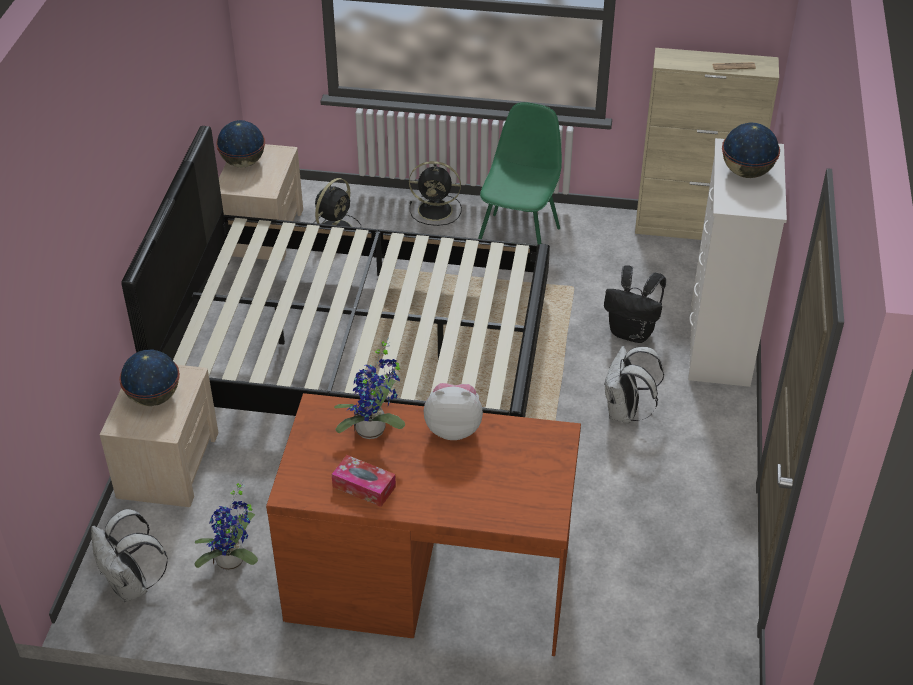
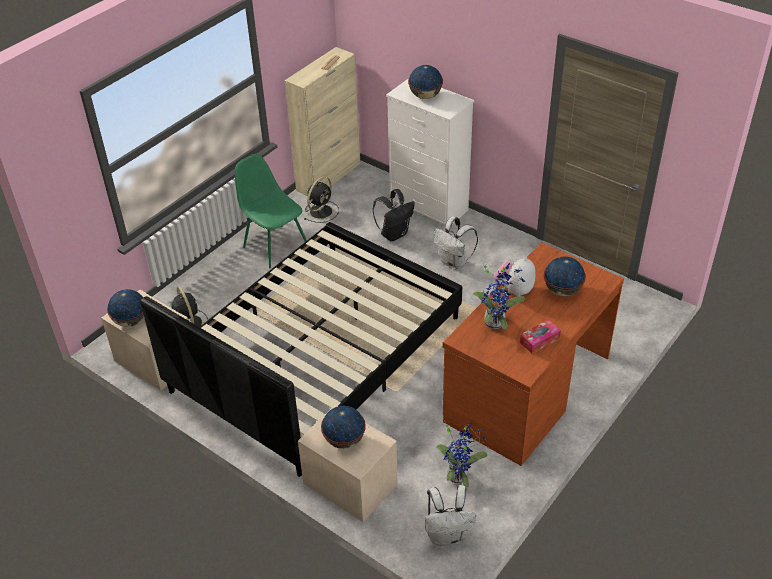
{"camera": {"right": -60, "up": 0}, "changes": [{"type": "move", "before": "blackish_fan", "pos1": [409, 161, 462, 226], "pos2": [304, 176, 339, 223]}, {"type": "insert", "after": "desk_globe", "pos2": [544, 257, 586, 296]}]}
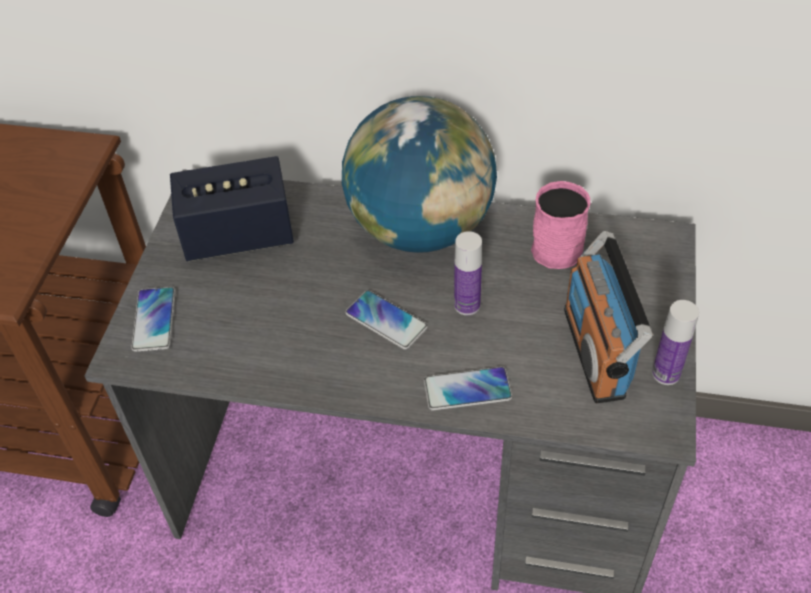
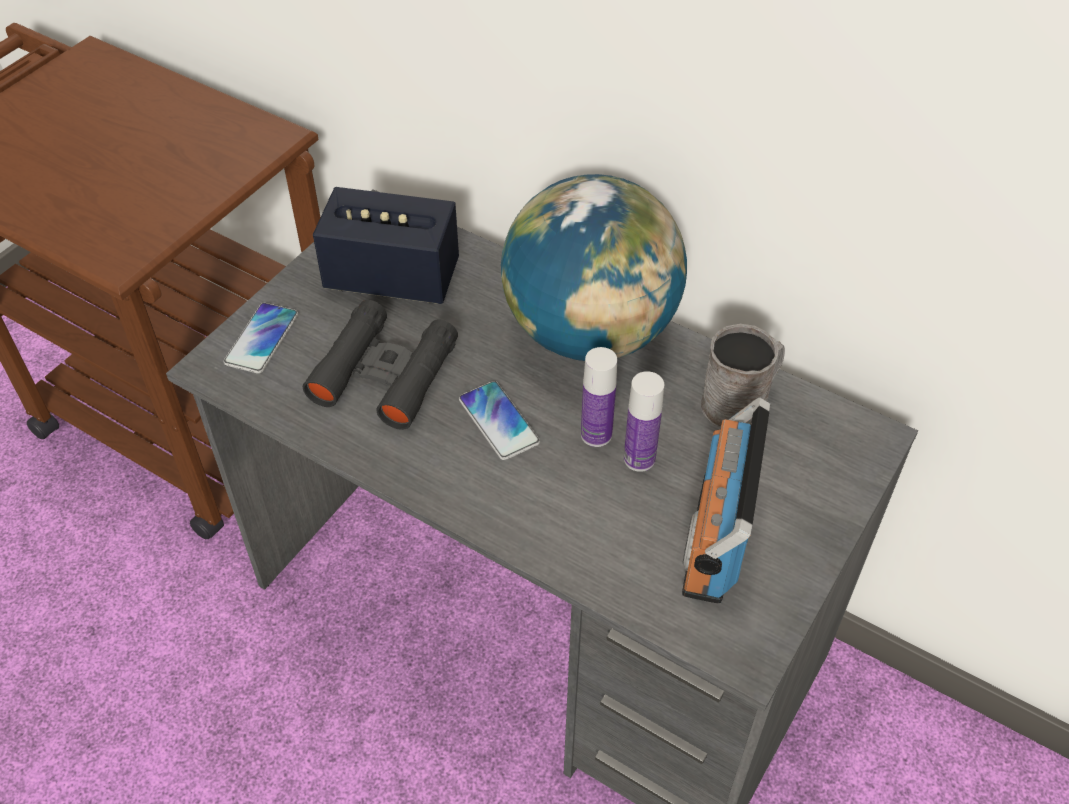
{"camera": {"right": 20, "up": 0}, "changes": [{"type": "delete", "before": "telephone", "pos1": [424, 367, 512, 410]}, {"type": "recolor", "before": "pink_mug", "after": "gray_mug", "pos1": [531, 181, 591, 269], "pos2": [701, 324, 785, 428]}, {"type": "move", "before": "beverage_bottle", "pos1": [652, 300, 699, 385], "pos2": [624, 371, 664, 472]}, {"type": "insert", "after": "blackish_field_glasses", "pos2": [303, 300, 458, 430]}]}
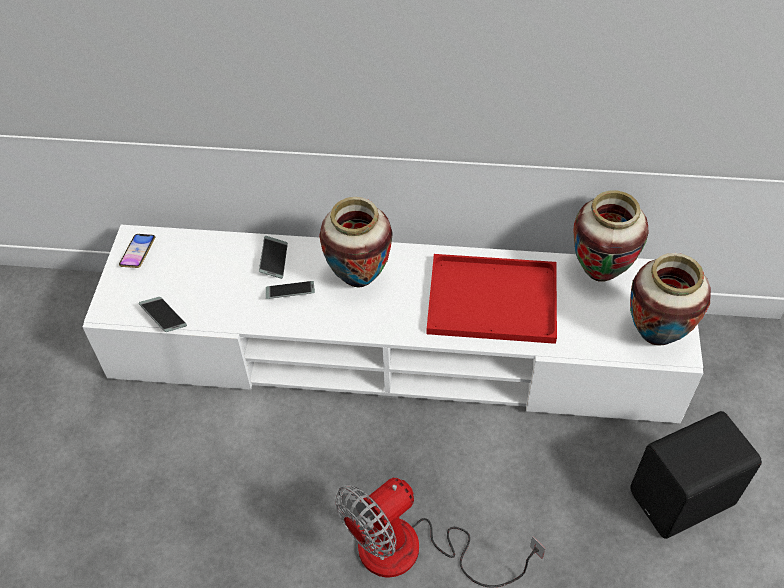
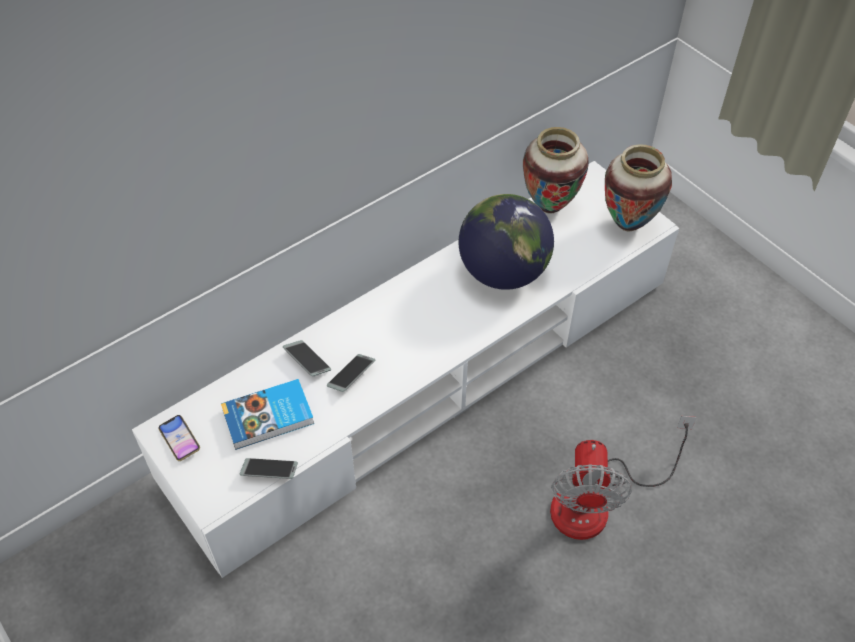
{"camera": {"right": -45, "up": 0}, "changes": [{"type": "delete", "before": "flower_vase", "pos1": [319, 197, 393, 287]}, {"type": "replace", "before": "red_serving_tray", "after": "desk_globe", "pos1": [426, 254, 557, 344], "pos2": [459, 194, 554, 290]}, {"type": "delete", "before": "blackish_loudspeaker", "pos1": [630, 411, 762, 539]}, {"type": "insert", "after": "volume", "pos2": [221, 379, 314, 450]}]}
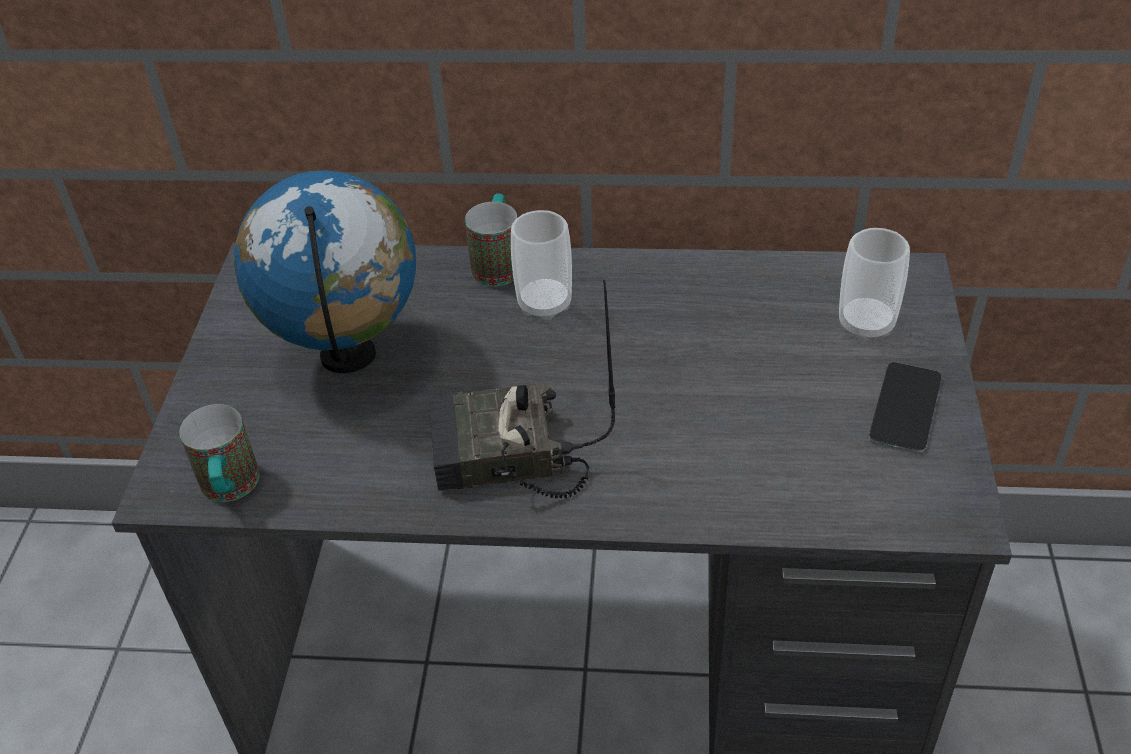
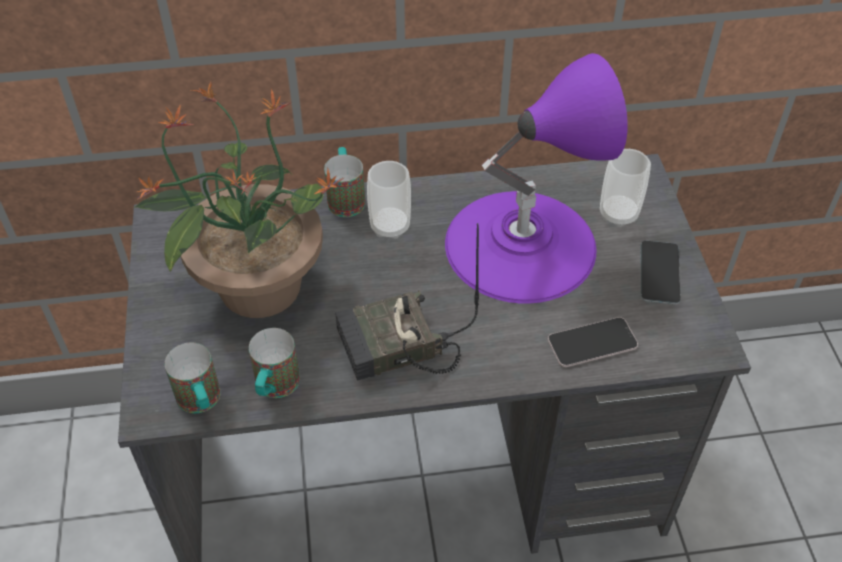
{"camera": {"right": -15, "up": 5}, "changes": [{"type": "replace", "before": "desk_globe", "after": "potted_plant", "pos1": [234, 170, 416, 373], "pos2": [135, 81, 344, 318]}, {"type": "insert", "after": "mug", "pos2": [249, 328, 300, 398]}, {"type": "insert", "after": "purple-coloured_table_lamp", "pos2": [445, 53, 628, 304]}, {"type": "insert", "after": "telephone", "pos2": [548, 317, 638, 367]}]}
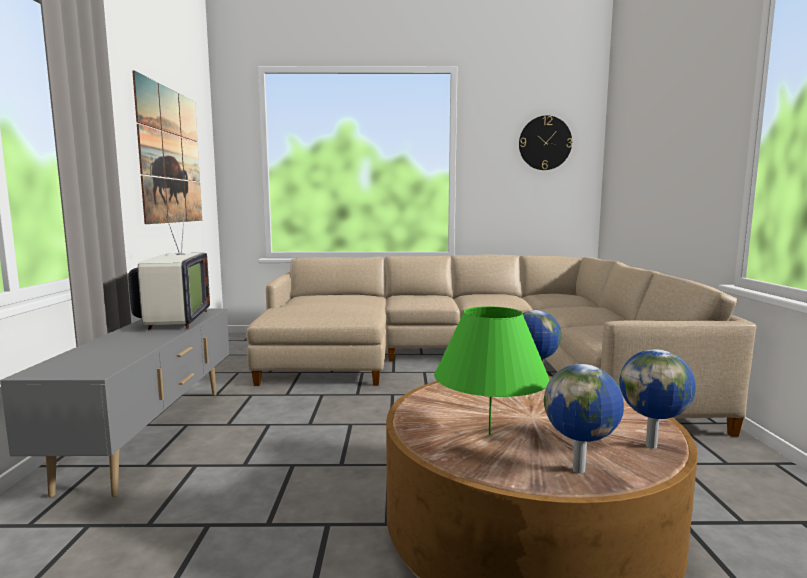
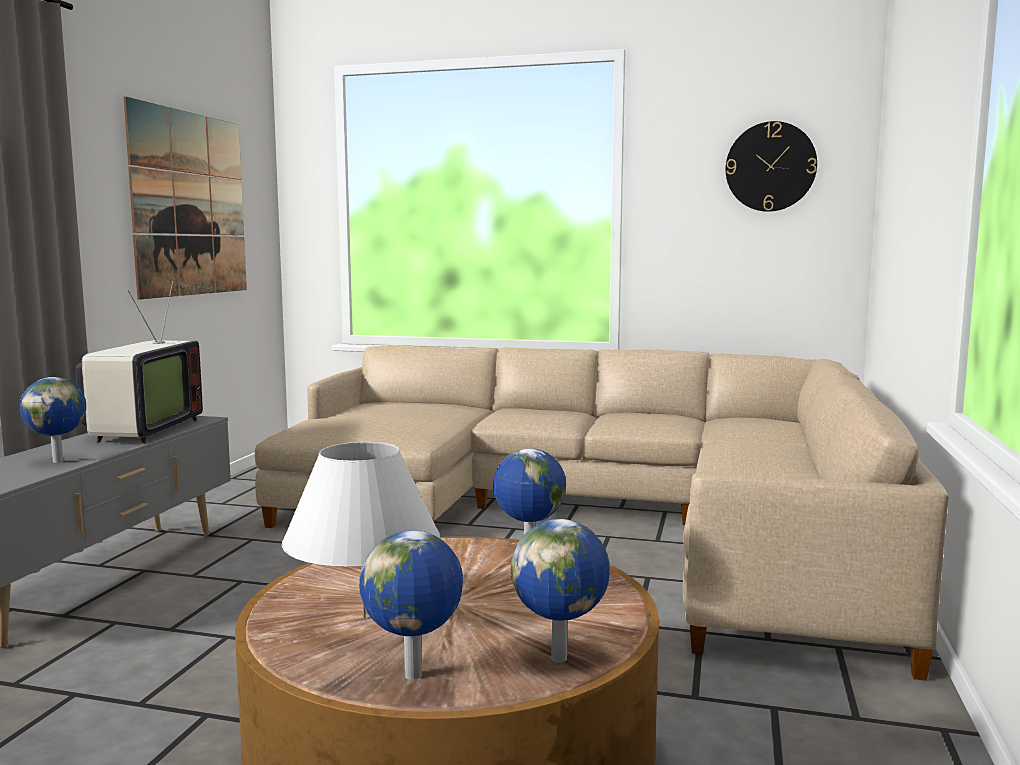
{"camera": {"right": 15, "up": 0}, "changes": [{"type": "recolor", "before": "green-coloured_table_lamp", "after": "whitish_table_lamp", "pos1": [434, 306, 550, 435], "pos2": [282, 442, 440, 618]}, {"type": "insert", "after": "desk_globe", "pos2": [20, 377, 86, 463]}]}
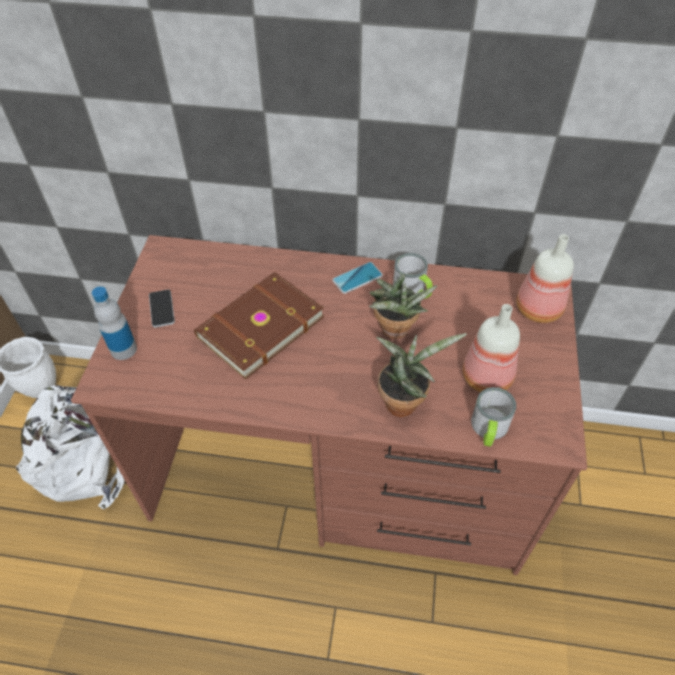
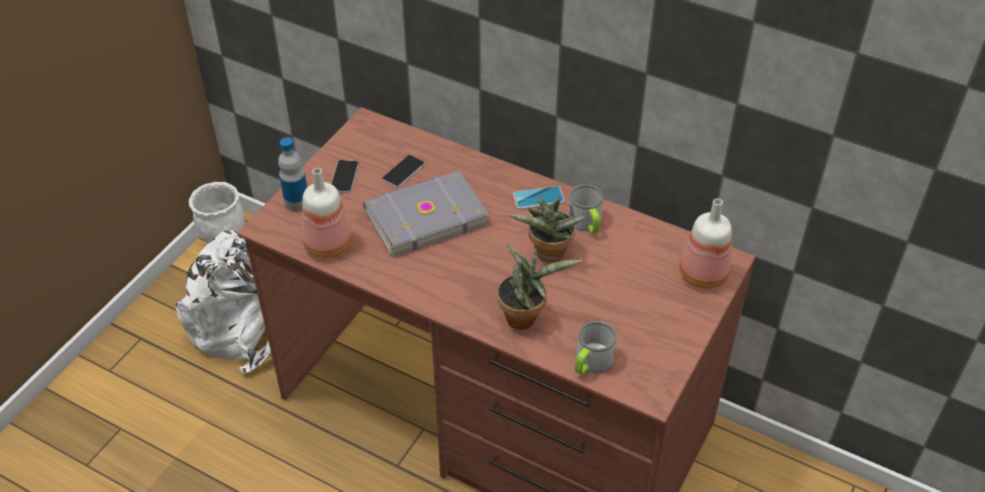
{"camera": {"right": 20, "up": -5}, "changes": [{"type": "recolor", "before": "brownish_volume", "after": "gray_volume", "pos1": [194, 272, 324, 379], "pos2": [363, 170, 489, 258]}, {"type": "move", "before": "beverage_bottle", "pos1": [463, 304, 520, 392], "pos2": [302, 168, 352, 258]}, {"type": "insert", "after": "telephone", "pos2": [382, 155, 424, 188]}]}
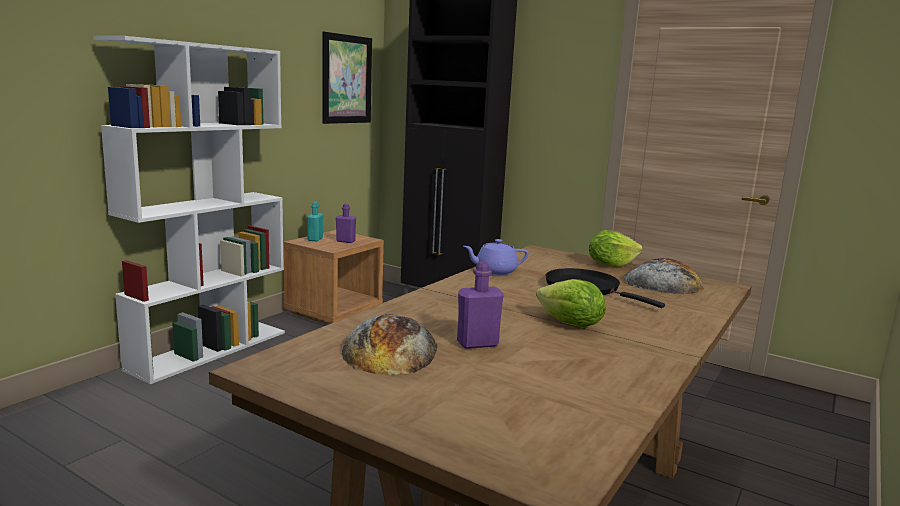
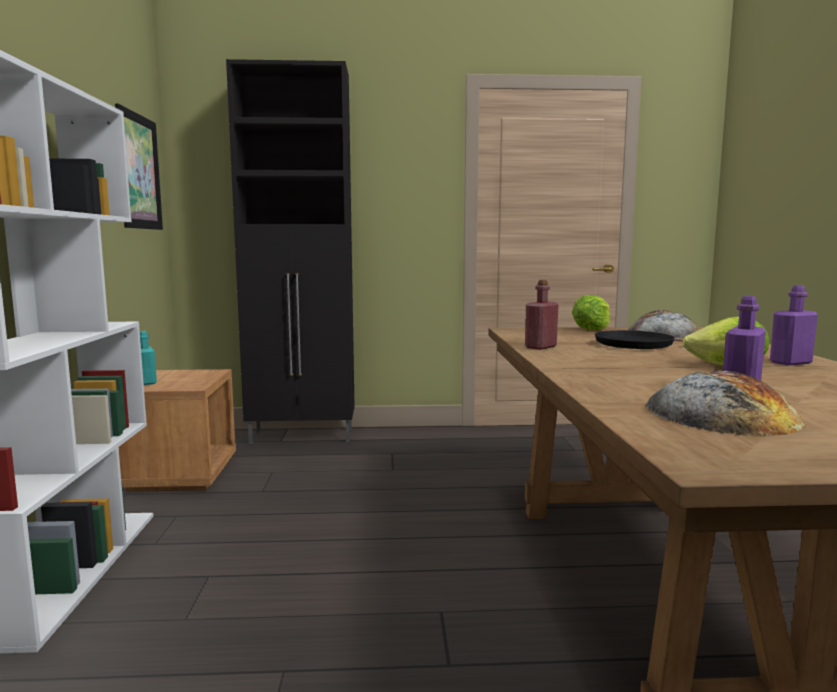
{"camera": {"right": -35, "up": -5}, "changes": [{"type": "move", "before": "purple-coloured_beverage_bottle", "pos1": [336, 204, 356, 243], "pos2": [770, 285, 818, 366]}, {"type": "replace", "before": "purple-coloured_tea_pot", "after": "red_beverage_bottle", "pos1": [463, 239, 528, 275], "pos2": [525, 280, 559, 350]}]}
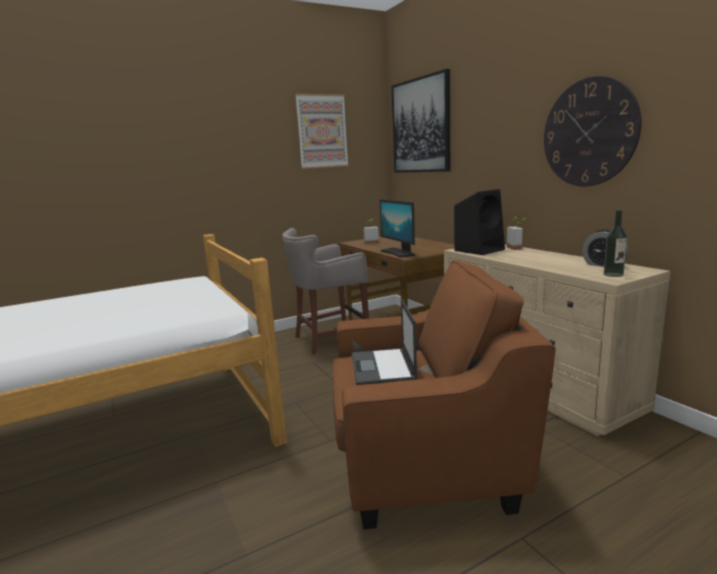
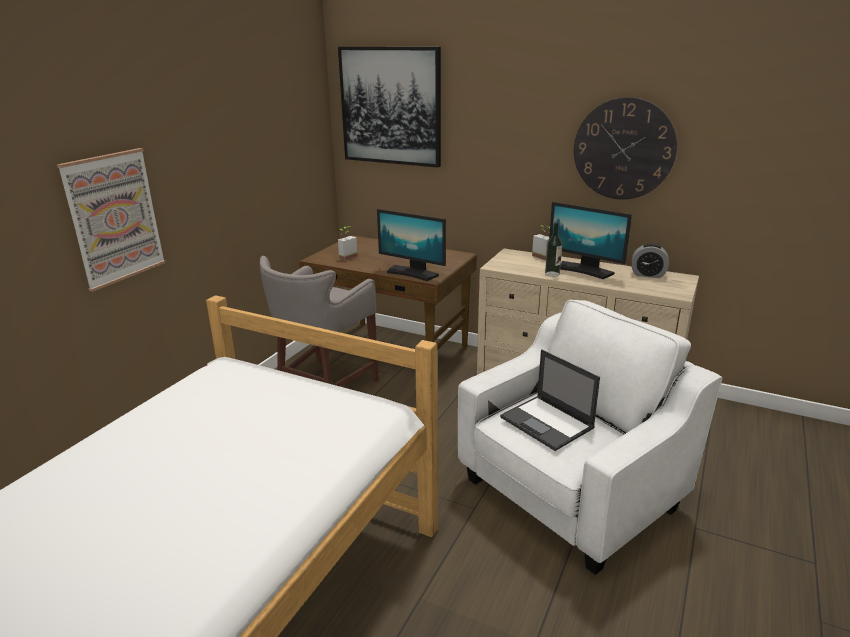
{"camera": {"right": -35, "up": 10}, "changes": [{"type": "move", "before": "wall_art", "pos1": [295, 94, 349, 169], "pos2": [57, 148, 166, 292]}, {"type": "recolor", "before": "brownish_armchair", "after": "whitish_armchair", "pos1": [333, 260, 556, 529], "pos2": [458, 300, 722, 575]}, {"type": "delete", "before": "blackish_loudspeaker", "pos1": [454, 189, 505, 255]}, {"type": "move", "before": "beverage_bottle", "pos1": [604, 210, 627, 277], "pos2": [545, 222, 562, 277]}, {"type": "insert", "after": "computer_screen", "pos2": [549, 202, 632, 279]}]}
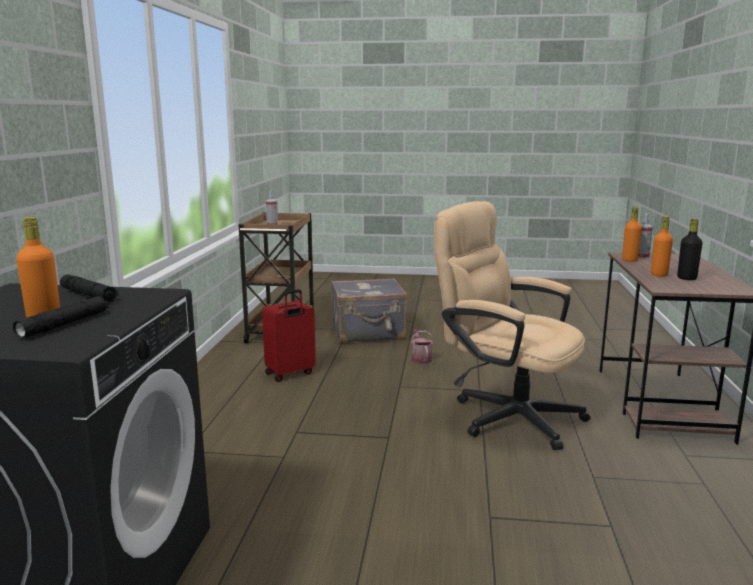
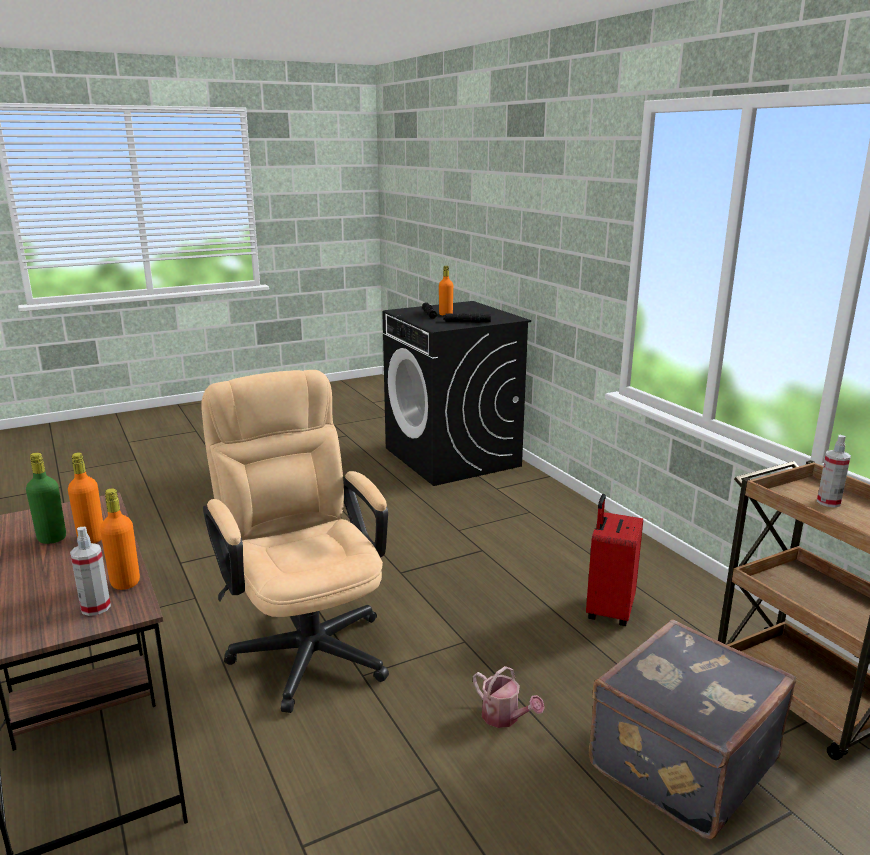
{"camera": {"right": 145, "up": 5}, "changes": [{"type": "rotate", "before": "sand-coloured_desk_chair", "pos1": [434, 201, 590, 450], "pos2": [201, 370, 389, 713], "turn": -120}, {"type": "recolor", "before": "blackish_beverage_bottle", "after": "green-coloured_beverage_bottle", "pos1": [677, 218, 703, 280], "pos2": [26, 453, 66, 544]}]}
